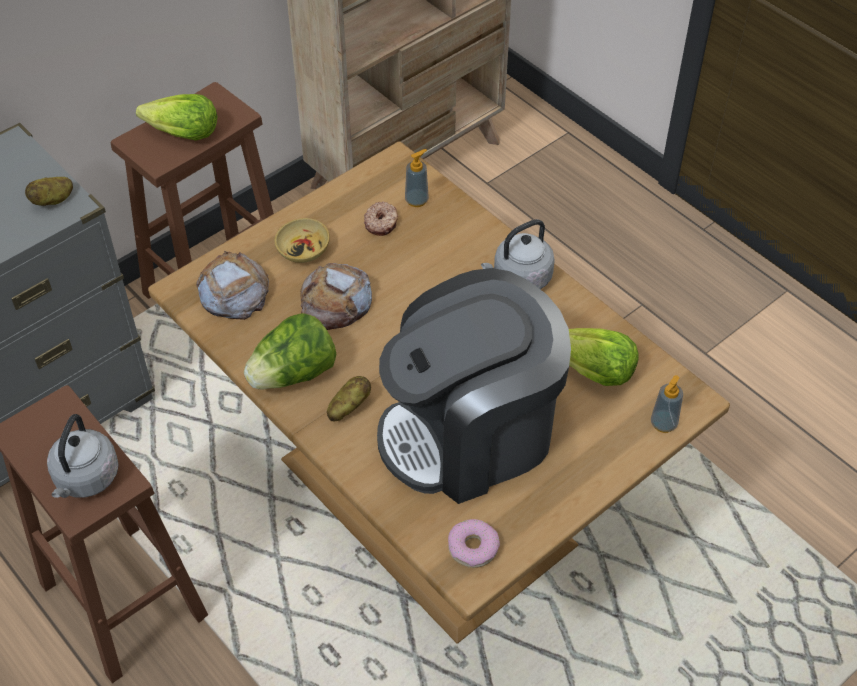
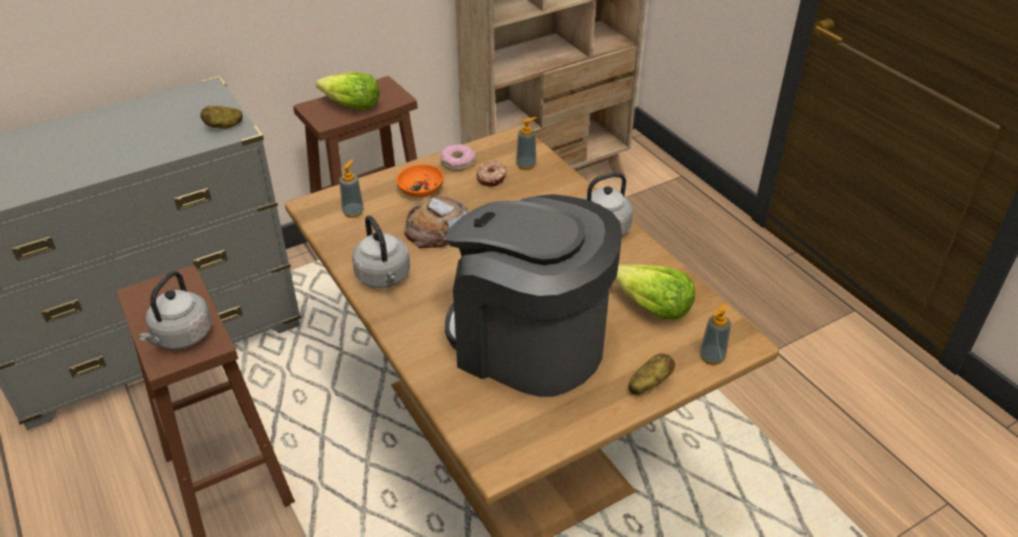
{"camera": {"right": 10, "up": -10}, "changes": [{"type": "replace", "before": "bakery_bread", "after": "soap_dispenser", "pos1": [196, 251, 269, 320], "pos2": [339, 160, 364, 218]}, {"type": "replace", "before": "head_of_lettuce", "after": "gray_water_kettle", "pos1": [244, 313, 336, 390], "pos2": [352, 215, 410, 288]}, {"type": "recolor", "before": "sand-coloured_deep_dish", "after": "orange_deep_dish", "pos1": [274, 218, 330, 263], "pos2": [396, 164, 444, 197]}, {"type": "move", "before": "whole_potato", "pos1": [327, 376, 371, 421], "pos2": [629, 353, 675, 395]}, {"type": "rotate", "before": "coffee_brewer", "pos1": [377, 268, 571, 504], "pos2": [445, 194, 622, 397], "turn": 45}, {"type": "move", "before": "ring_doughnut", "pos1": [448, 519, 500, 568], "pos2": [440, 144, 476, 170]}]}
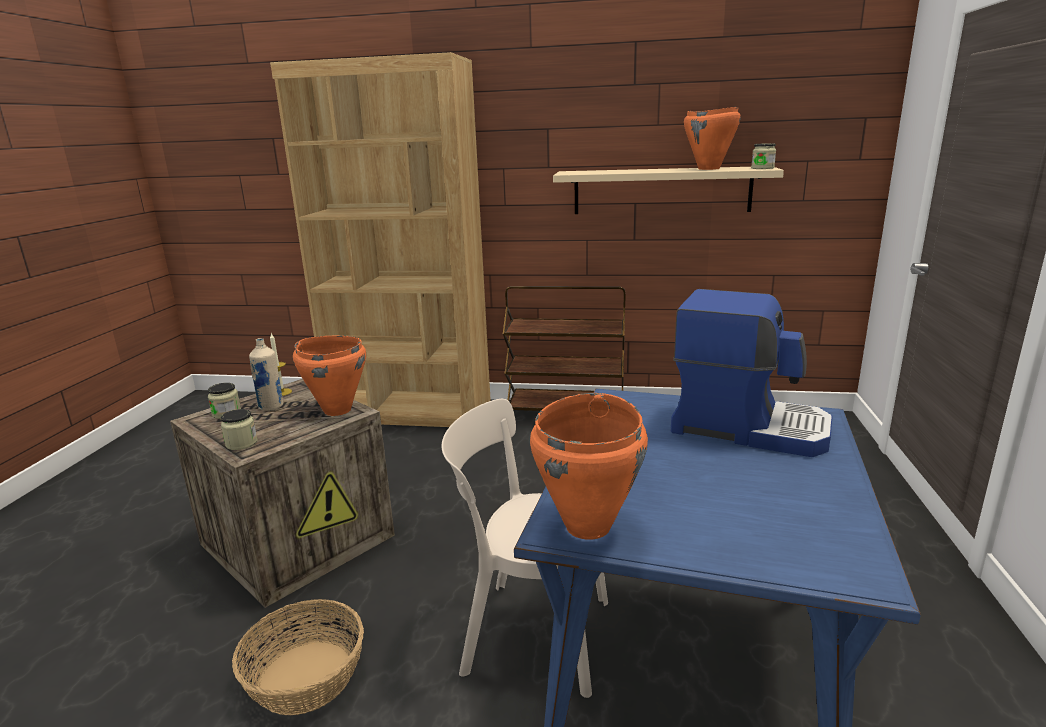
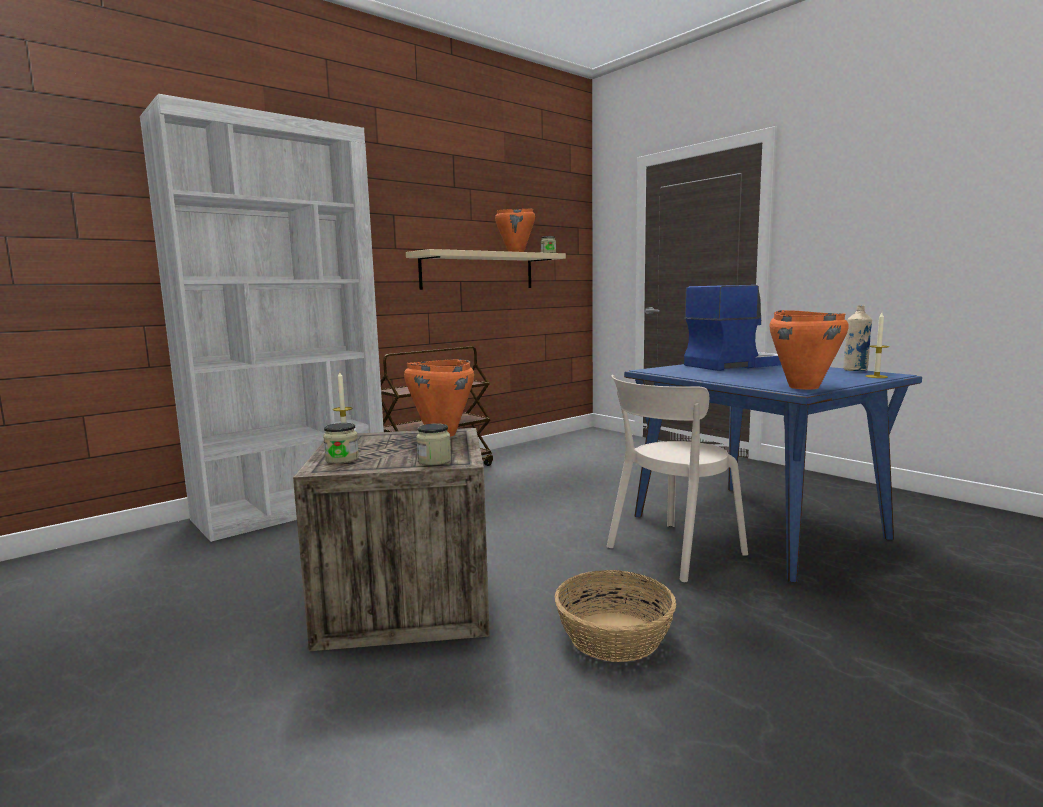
{"camera": {"right": -50, "up": -10}, "changes": [{"type": "move", "before": "sand-coloured_beverage_bottle", "pos1": [249, 338, 283, 411], "pos2": [843, 305, 872, 371]}, {"type": "recolor", "before": "brownish_bookcase", "after": "whitish_bookcase", "pos1": [270, 52, 491, 427], "pos2": [140, 94, 384, 542]}, {"type": "insert", "after": "wax_candle", "pos2": [866, 313, 889, 378]}]}
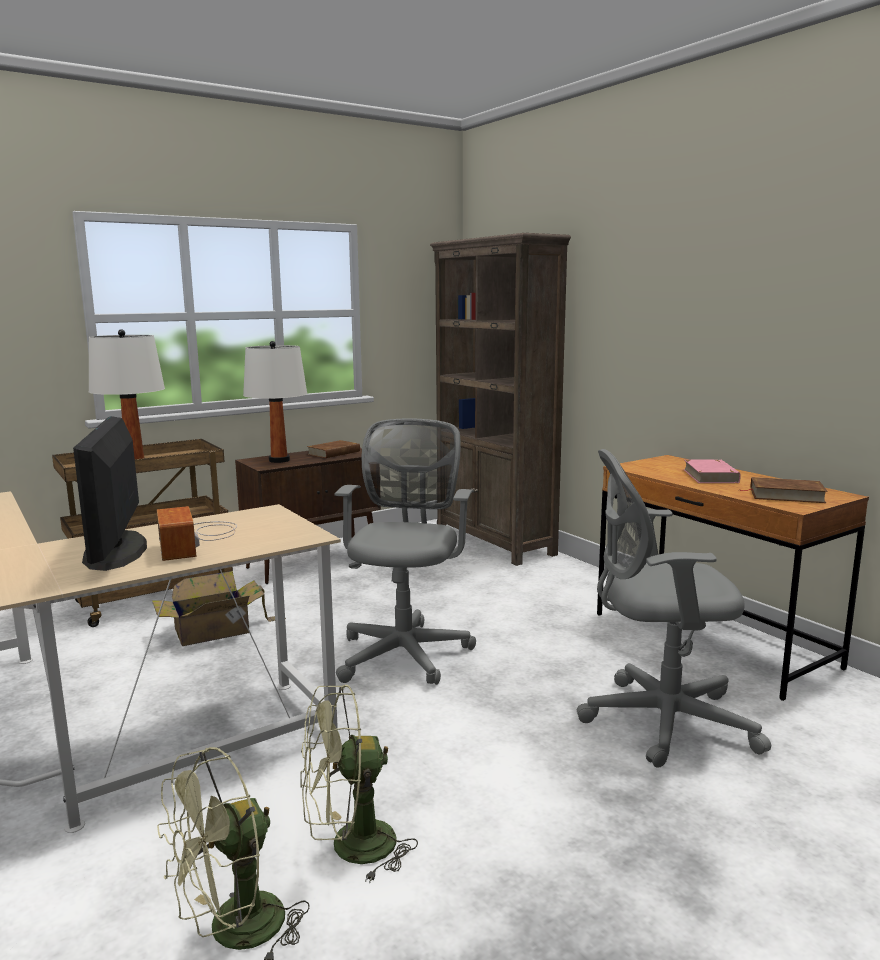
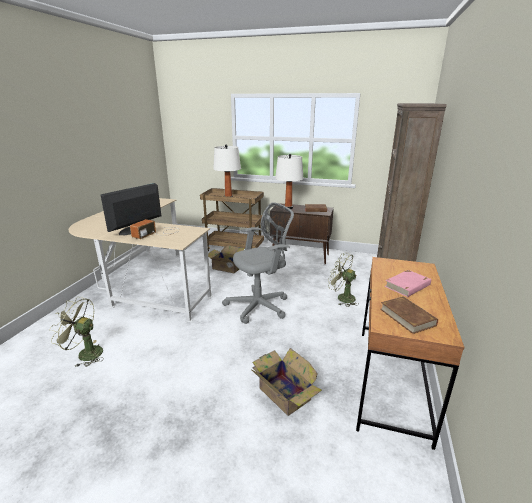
{"camera": {"right": 50, "up": 10}, "changes": [{"type": "move", "before": "green-coloured_fan", "pos1": [300, 685, 418, 883], "pos2": [328, 253, 359, 307]}, {"type": "replace", "before": "gray_desk_chair", "after": "packing_box", "pos1": [576, 449, 771, 768], "pos2": [252, 348, 322, 416]}]}
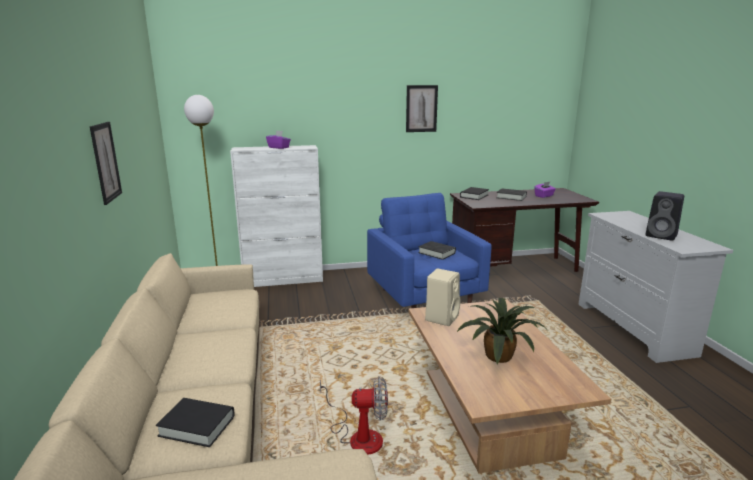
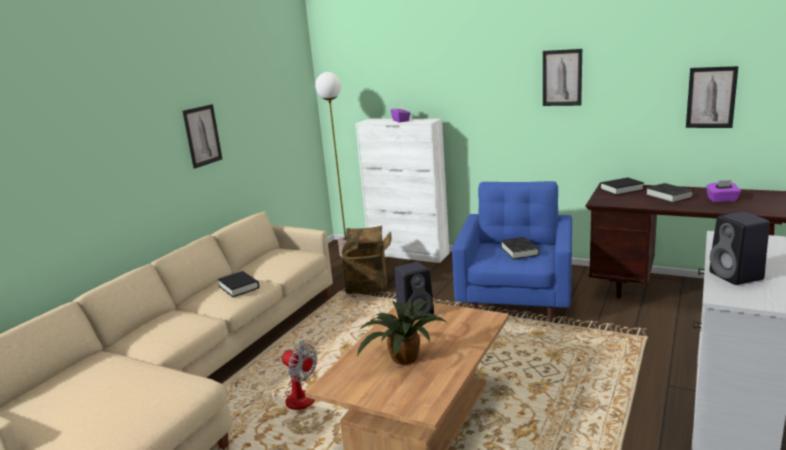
{"camera": {"right": 40, "up": 0}, "changes": [{"type": "move", "before": "blackish_volume", "pos1": [156, 398, 235, 447], "pos2": [218, 271, 259, 297]}, {"type": "recolor", "before": "sand-coloured_loudspeaker", "after": "blackish_loudspeaker", "pos1": [425, 269, 460, 326], "pos2": [394, 262, 434, 319]}, {"type": "insert", "after": "packing_box", "pos2": [340, 226, 392, 294]}, {"type": "insert", "after": "wall_art", "pos2": [686, 66, 739, 128]}]}
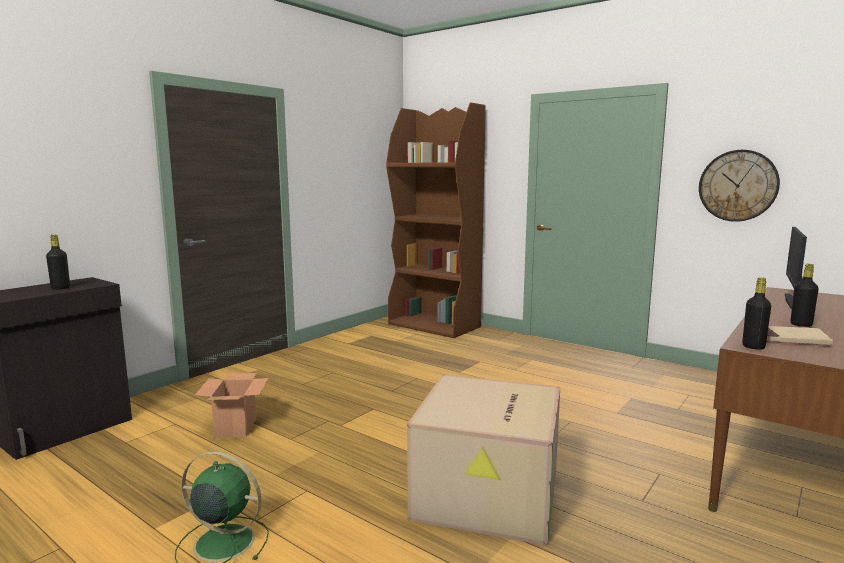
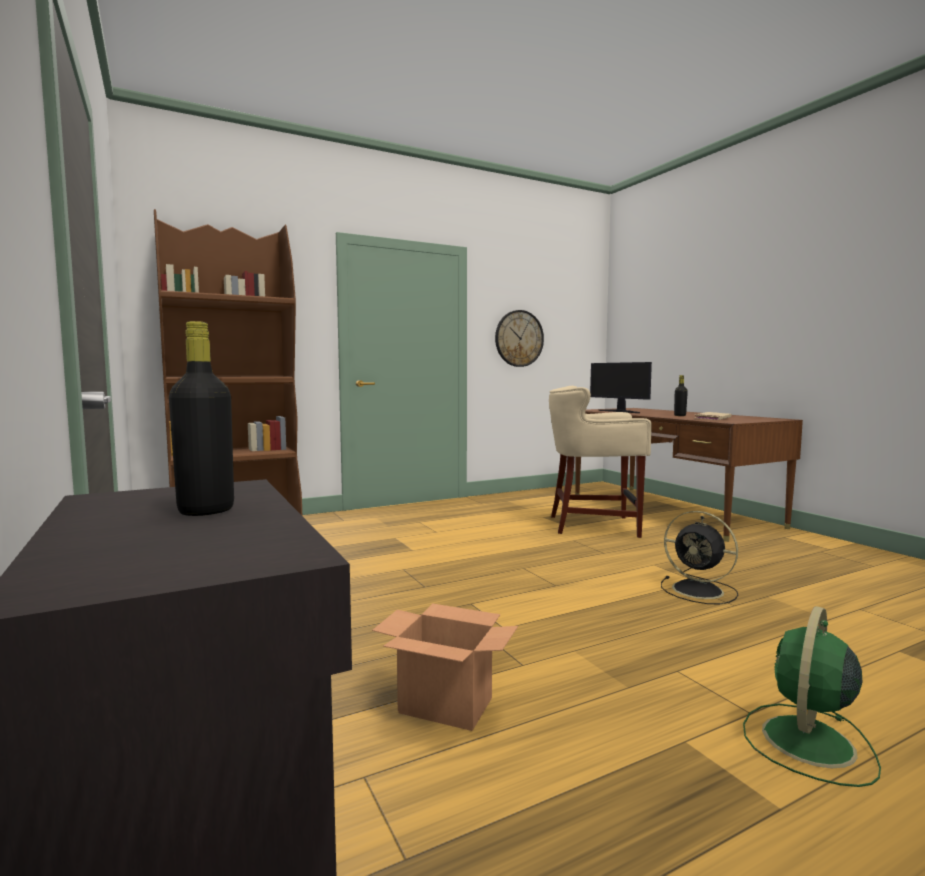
{"camera": {"right": -65, "up": -5}, "changes": [{"type": "replace", "before": "packing_box", "after": "blackish_fan", "pos1": [407, 375, 560, 546], "pos2": [661, 511, 738, 604]}, {"type": "delete", "before": "blackish_beverage_bottle", "pos1": [742, 277, 771, 350]}, {"type": "insert", "after": "sand-coloured_stool", "pos2": [549, 386, 652, 538]}]}
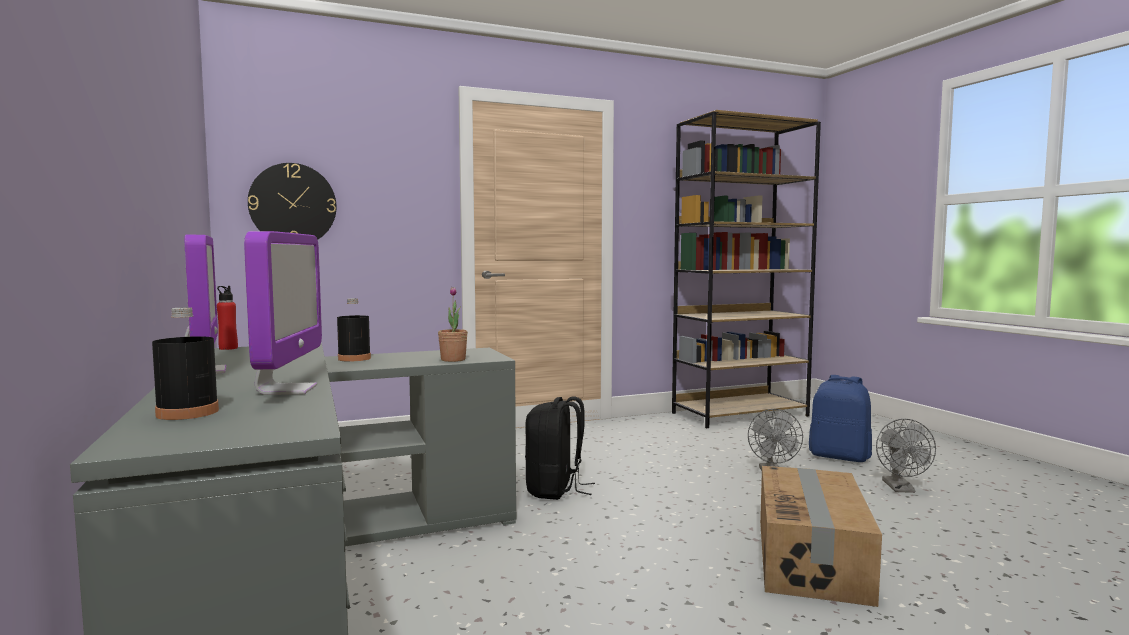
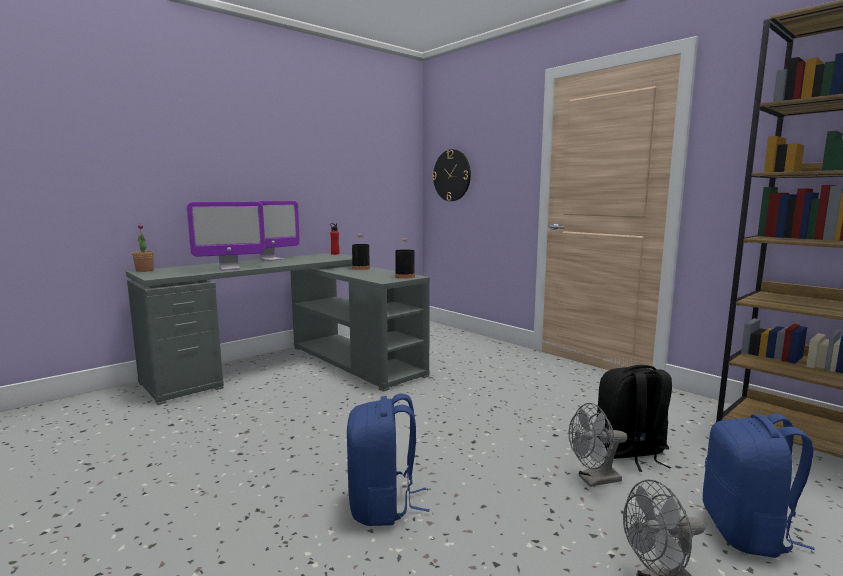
{"camera": {"right": 70, "up": 5}, "changes": [{"type": "move", "before": "blackish_beverage_bottle", "pos1": [152, 307, 219, 420], "pos2": [395, 239, 415, 279]}, {"type": "move", "before": "potted_plant", "pos1": [438, 287, 467, 362], "pos2": [132, 223, 154, 272]}, {"type": "move", "before": "blackish_knapsack", "pos1": [525, 396, 595, 500], "pos2": [597, 365, 672, 472]}, {"type": "replace", "before": "packing_box", "after": "bluish_knapsack", "pos1": [760, 466, 882, 607], "pos2": [347, 394, 430, 526]}]}
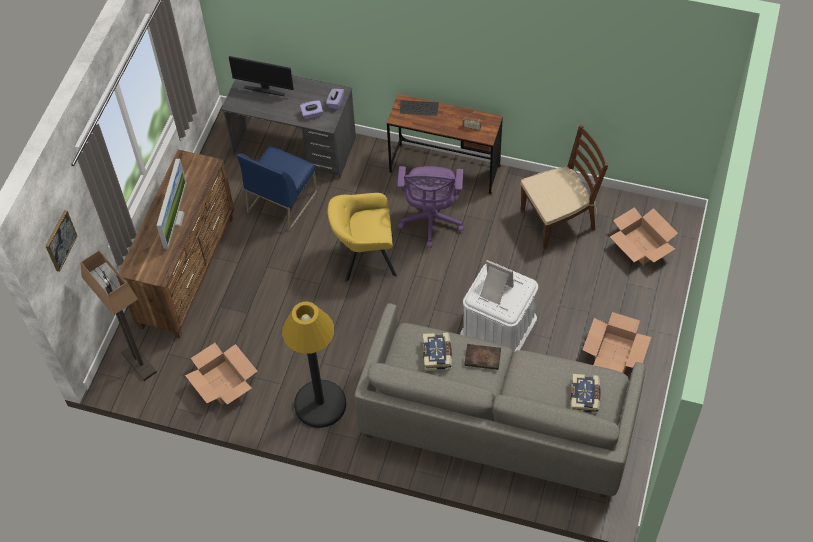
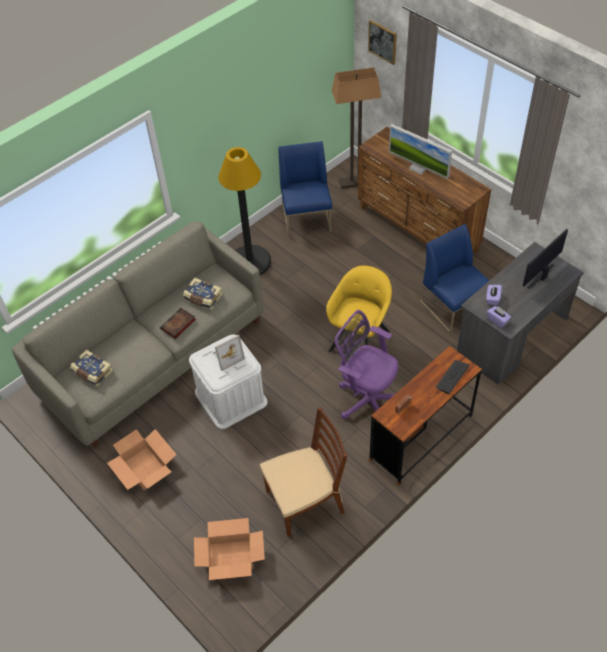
{"camera": {"right": 120, "up": -5}, "changes": [{"type": "replace", "before": "packing_box", "after": "bluish_upright_chair", "pos1": [185, 343, 257, 405], "pos2": [279, 141, 332, 238]}, {"type": "rotate", "before": "brownish_upright_chair", "pos1": [521, 125, 608, 250], "pos2": [260, 407, 347, 537], "turn": -120}]}
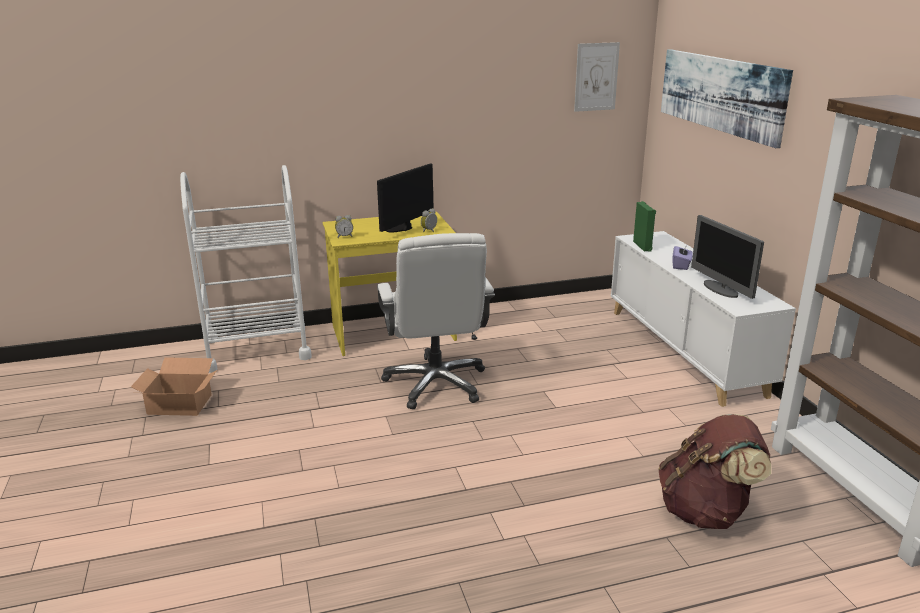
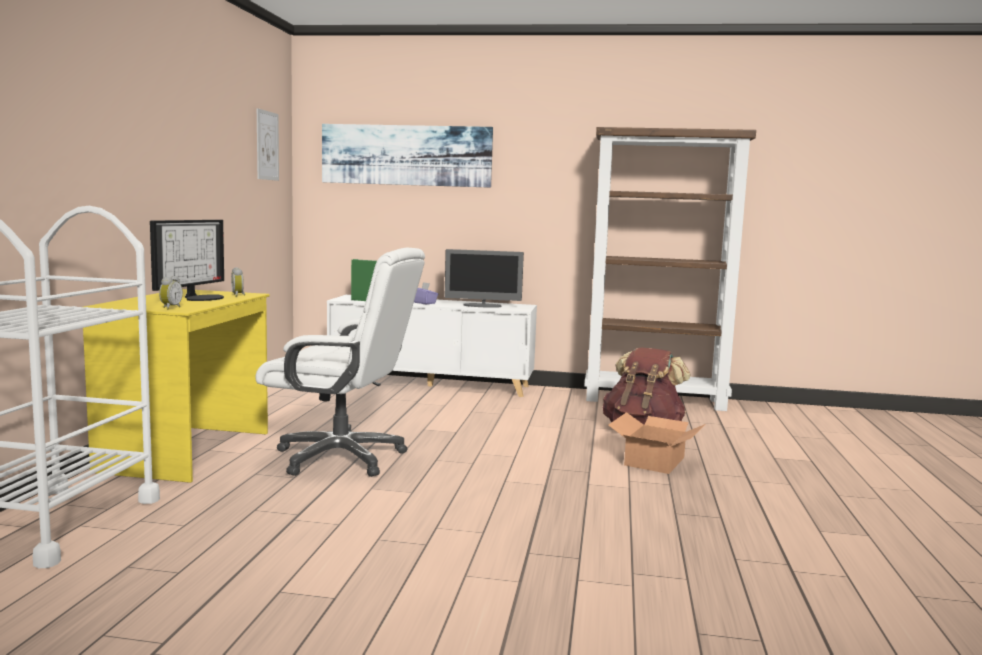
{"camera": {"right": -65, "up": -15}, "changes": [{"type": "move", "before": "packing_box", "pos1": [131, 357, 217, 416], "pos2": [608, 412, 705, 474]}, {"type": "rotate", "before": "computer_screen", "pos1": [377, 164, 433, 232], "pos2": [150, 220, 224, 301], "turn": -135}]}
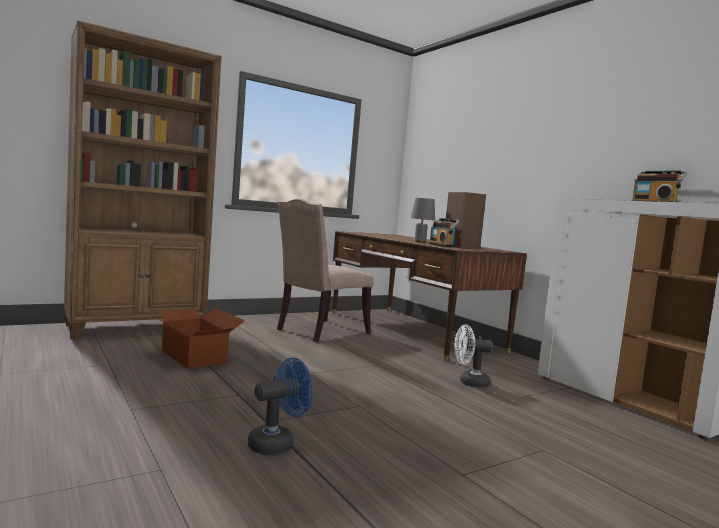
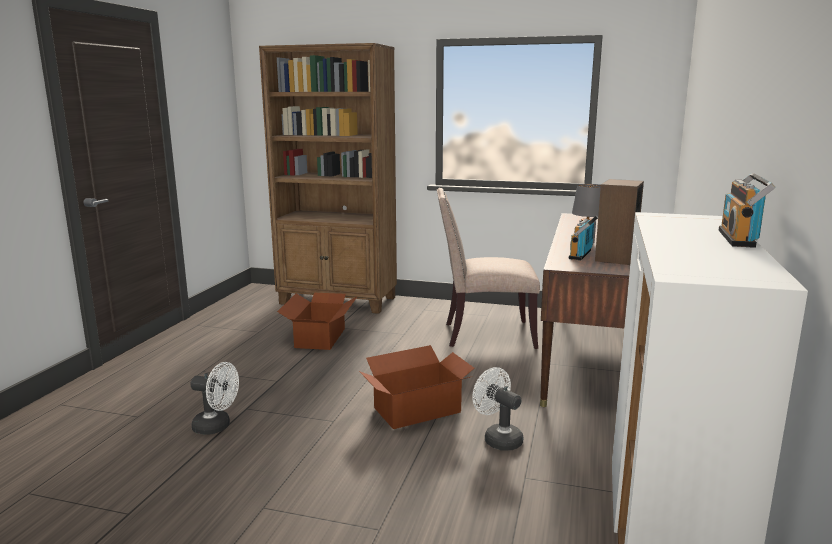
{"camera": {"right": 50, "up": 10}, "changes": [{"type": "recolor", "before": "bluish_fan", "after": "whitish_fan", "pos1": [248, 358, 313, 455], "pos2": [190, 362, 239, 434]}, {"type": "insert", "after": "packing_box", "pos2": [359, 345, 474, 429]}]}
